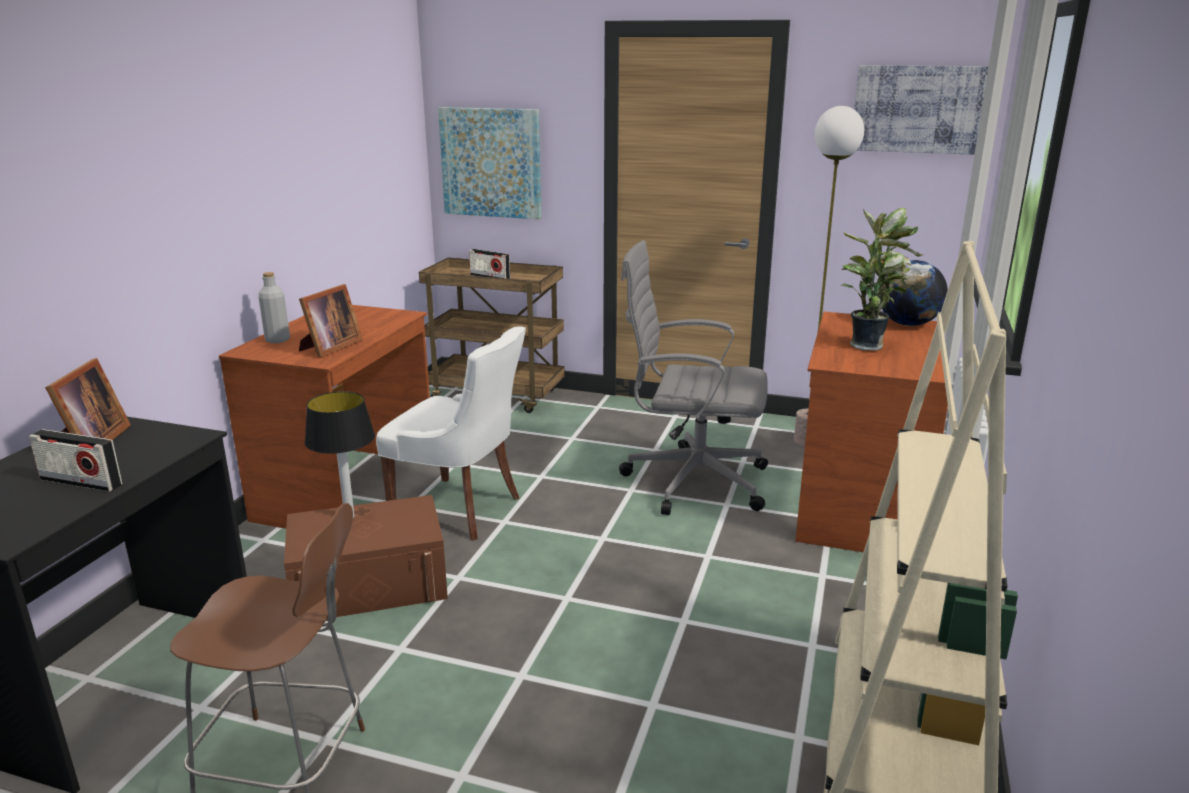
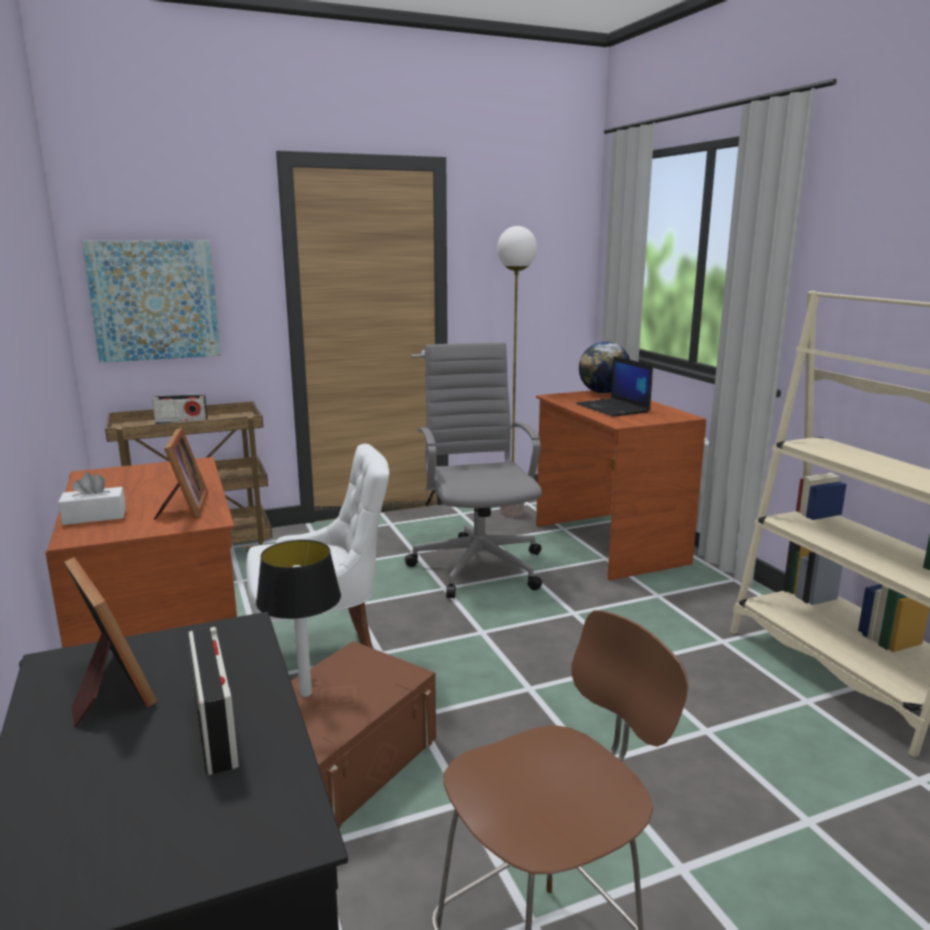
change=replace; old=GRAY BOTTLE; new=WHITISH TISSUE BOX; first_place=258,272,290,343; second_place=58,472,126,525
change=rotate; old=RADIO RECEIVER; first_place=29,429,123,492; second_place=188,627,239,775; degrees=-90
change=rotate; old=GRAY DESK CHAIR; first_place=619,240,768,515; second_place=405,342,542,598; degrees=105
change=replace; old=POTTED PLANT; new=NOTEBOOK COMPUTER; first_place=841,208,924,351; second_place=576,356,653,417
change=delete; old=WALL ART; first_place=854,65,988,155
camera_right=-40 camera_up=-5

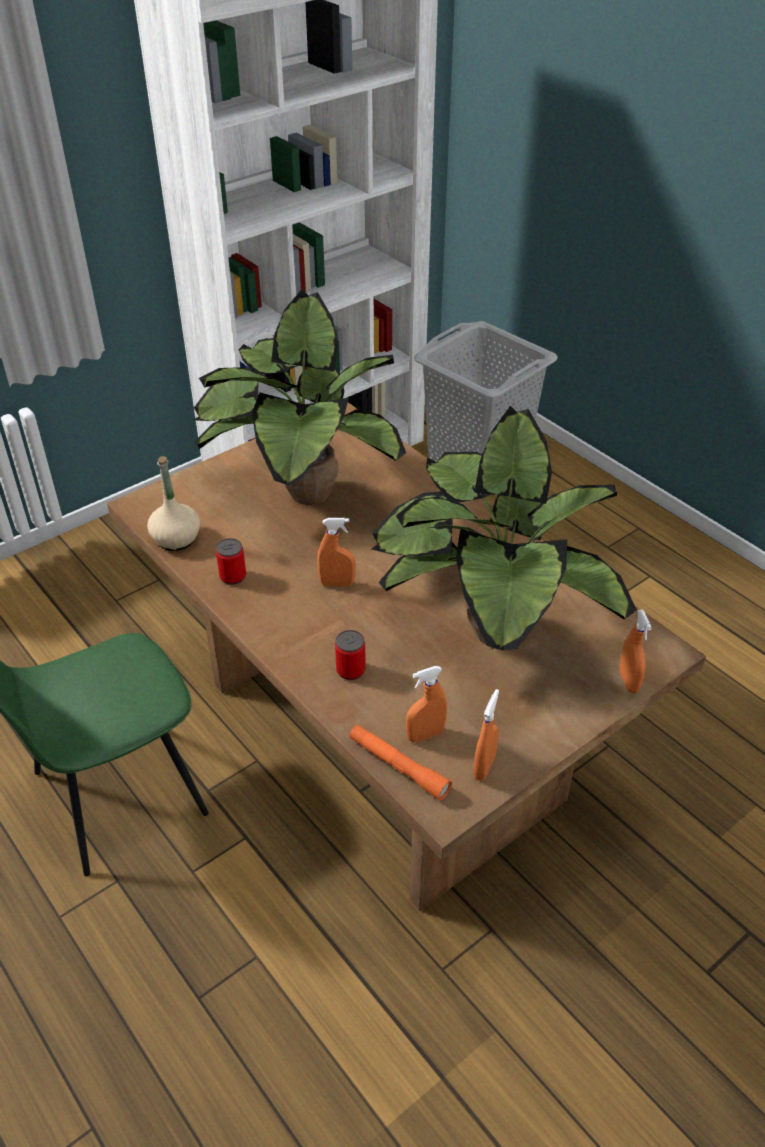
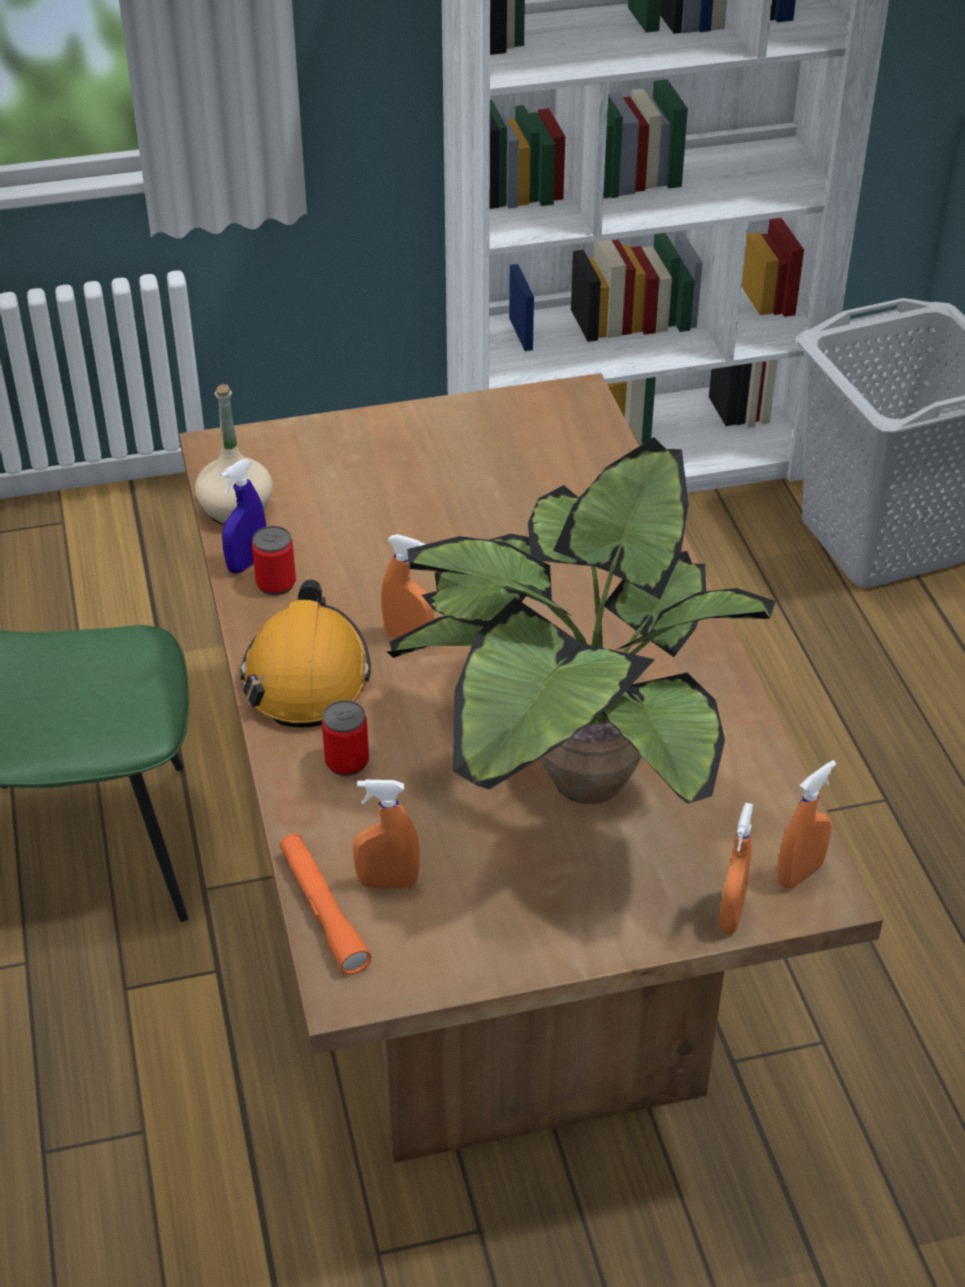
change=insert; new=BLUE SPRAY BOTTLE; second_place=220,459,266,574
change=insert; new=ORANGEY HARD HAT; second_place=240,579,371,728
change=move; old=ORANGEY SPRAY BOTTLE; first_place=473,689,499,781; second_place=777,760,836,888
change=delete; old=POTTED PLANT; first_place=193,289,406,505
camera_right=25 camera_up=0

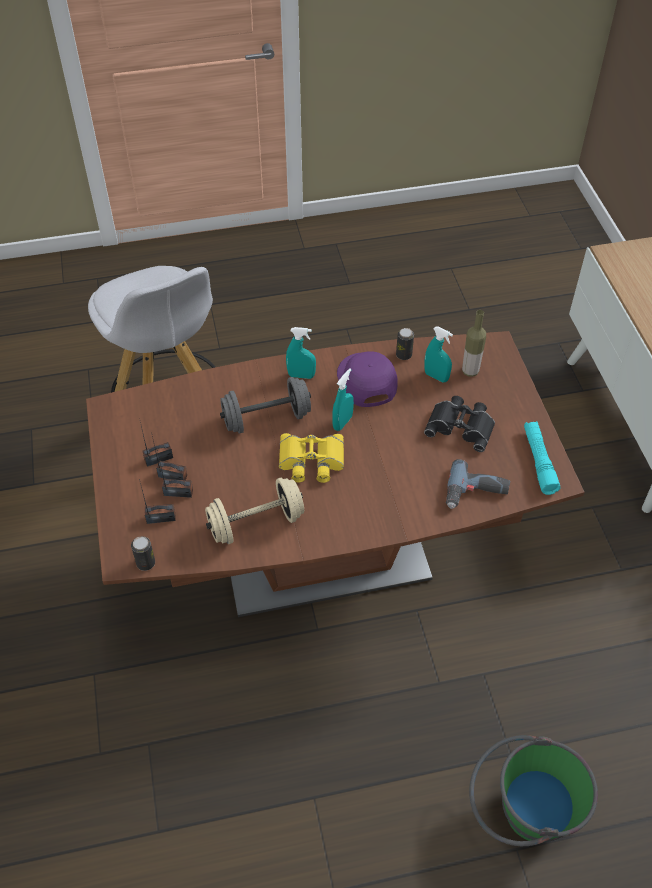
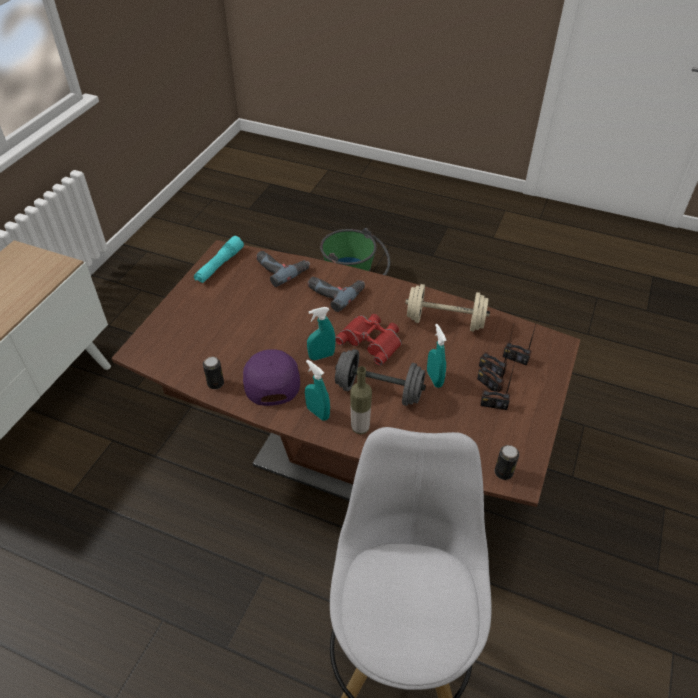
change=rotate; old=PURPLE-COLOURED BASEBALL CAP; first_place=337,351,398,407; second_place=243,349,300,406; degrees=150
change=insert; new=ELECTRIC DRILL; second_place=308,277,365,312
change=recolor; old=YELLOW-COLOURED FIELD GLASSES; new=RED-COLOURED FIELD GLASSES; first_place=279,433,344,483; second_place=335,314,402,366
change=move; old=BOTTLE; first_place=462,310,486,377; second_place=350,366,372,434
change=move; old=TURQUOISE SPRAY BOTTLE; first_place=425,327,453,382; second_place=427,324,447,388
change=move; old=METAL CAN; first_place=131,536,155,571; second_place=495,445,519,480
change=delete; old=BLACK FIELD GLASSES; first_place=424,396,495,452
camera_right=-145 camera_up=-5

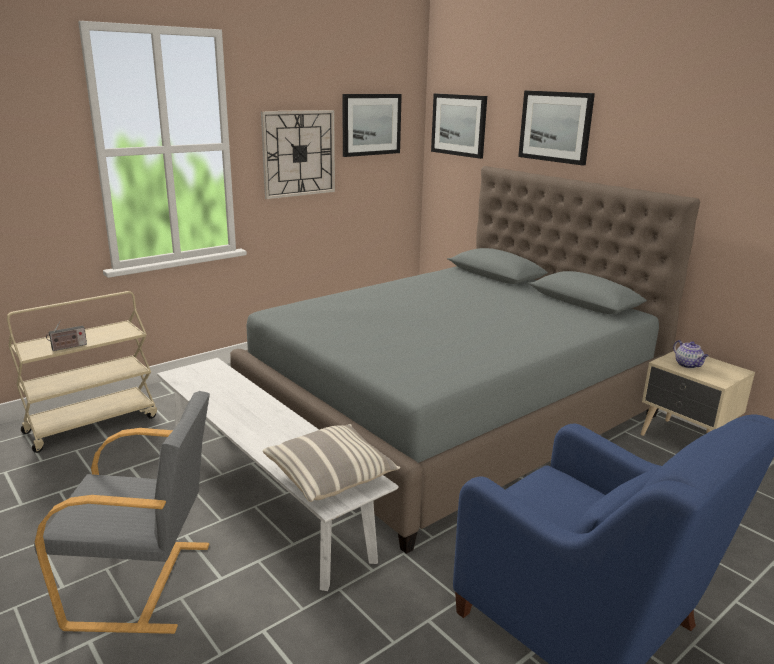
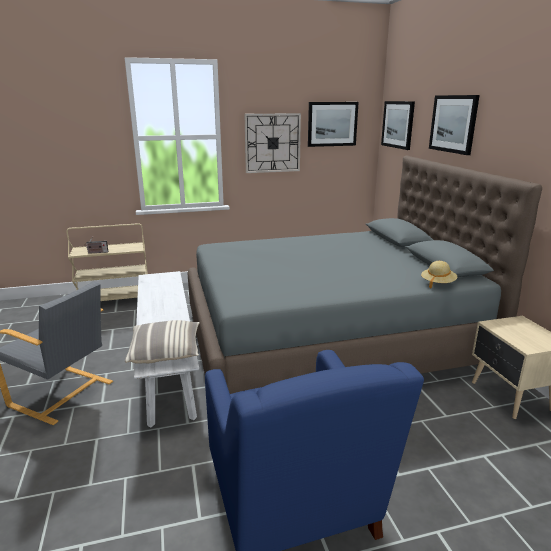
change=insert; new=BEIGE-COLOURED CLOTHING HAT; second_place=421,261,457,289
change=delete; old=TEA POT; first_place=673,340,709,369
camera_right=25 camera_up=0

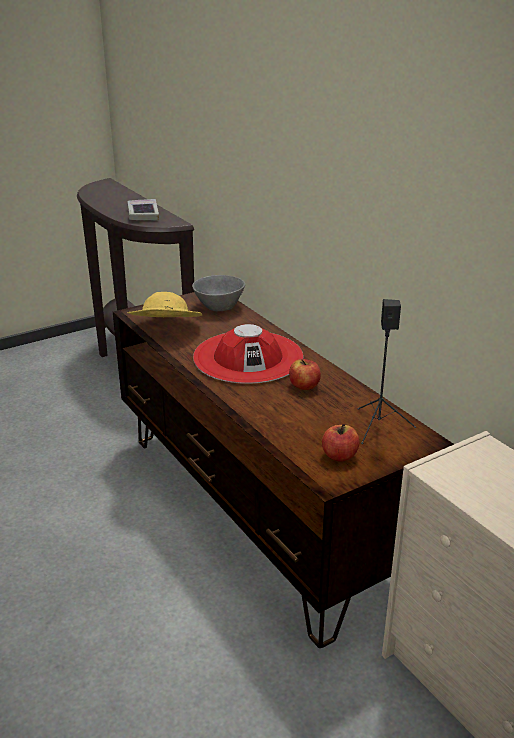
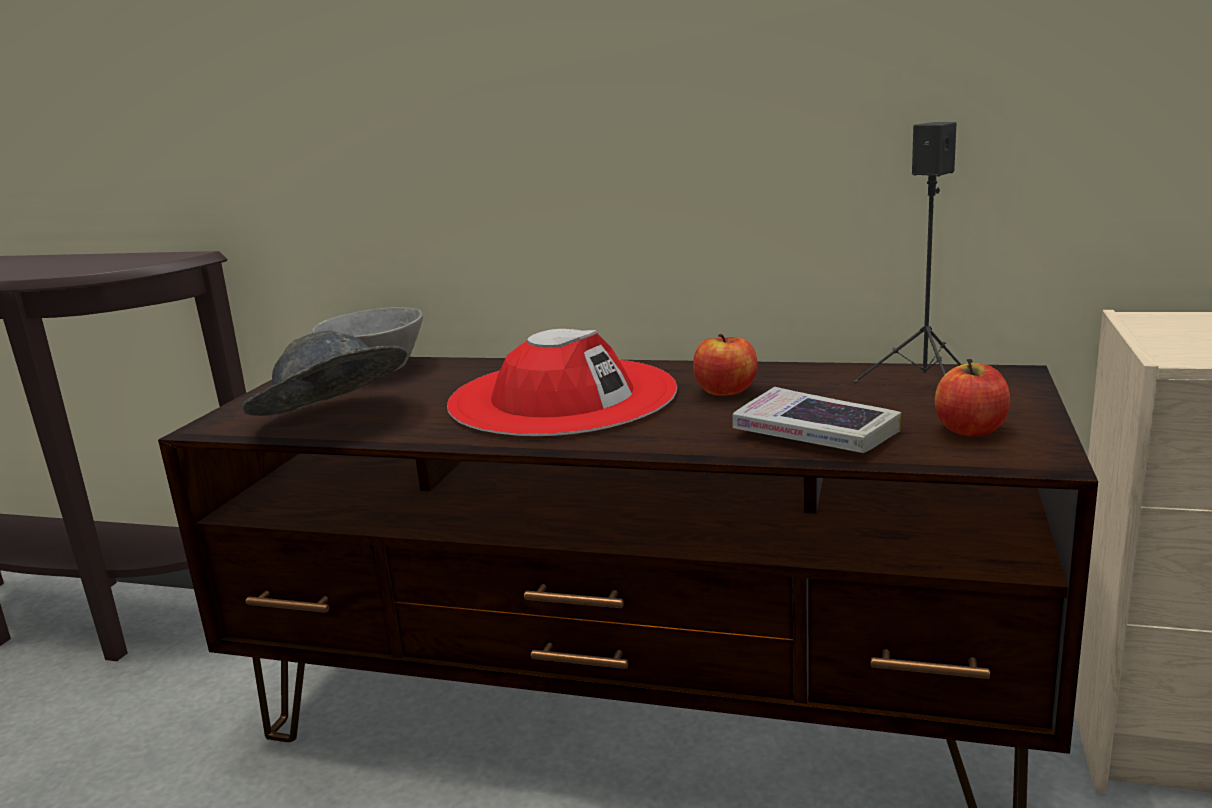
change=recolor; old=YELLOW-COLOURED CLOTHING HAT; new=GRAY CLOTHING HAT; first_place=128,292,202,317; second_place=242,331,407,416
change=move; old=VOLUME; first_place=127,199,159,221; second_place=732,387,901,453
camera_right=-40 camera_up=-10

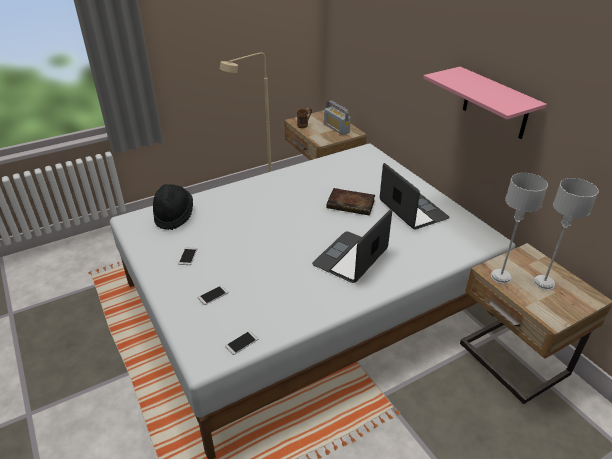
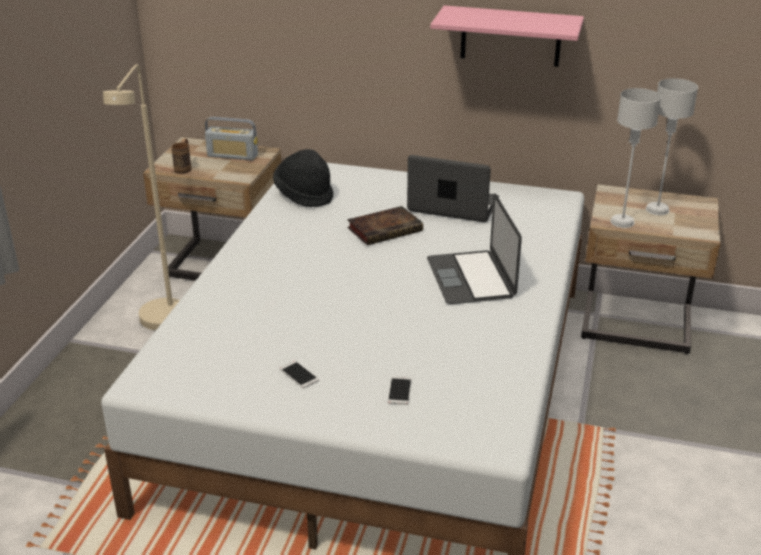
change=move; old=BLACK CLOTHING HAT; first_place=153,184,193,230; second_place=273,149,333,207
change=delete; old=TELEPHONE; first_place=225,331,258,355
camera_right=-45 camera_up=-5

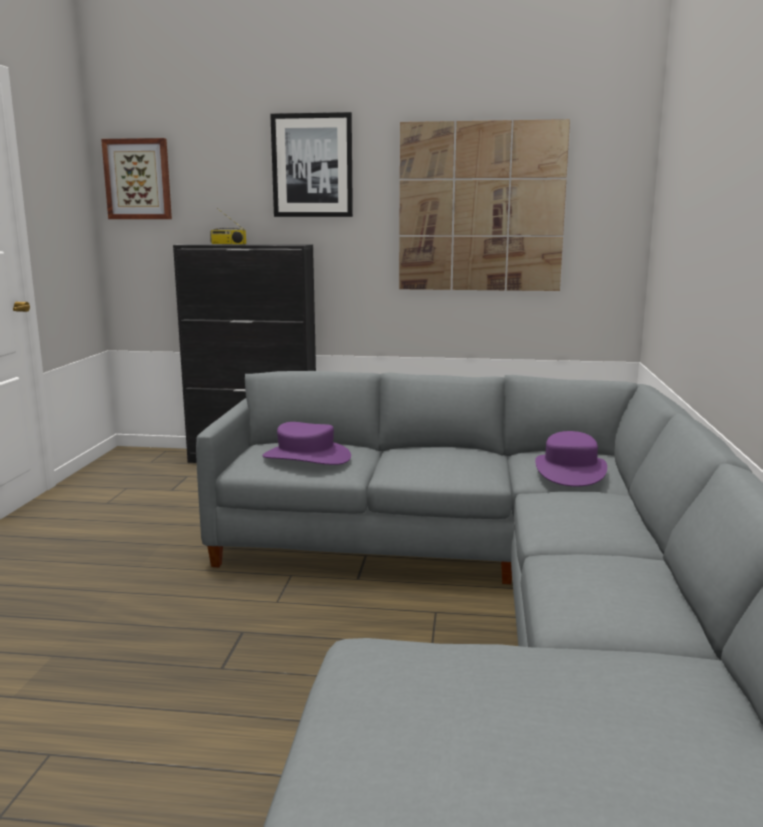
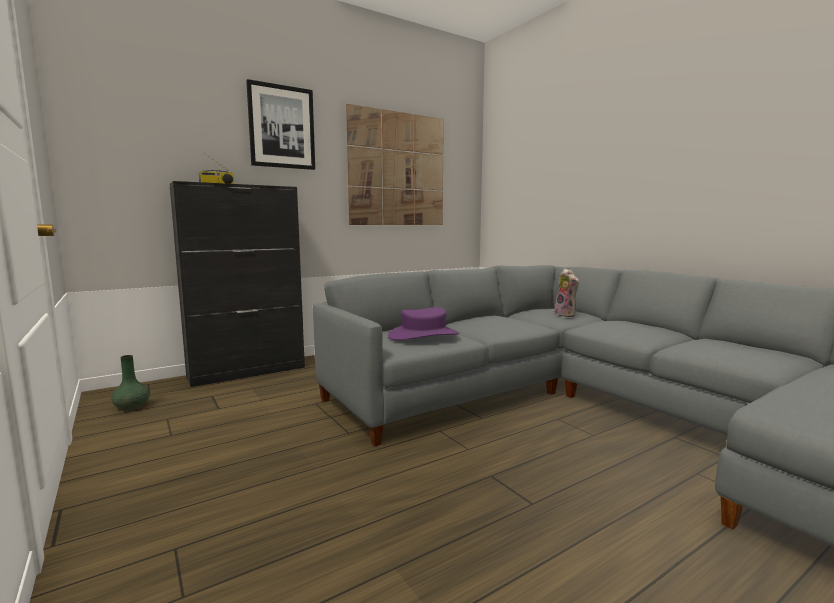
change=insert; new=GREEN DECORATIVE VASE; second_place=111,355,150,411
change=replace; old=PURPLE-COLOURED CLOTHING HAT; new=SOFT TOY; first_place=535,431,607,486; second_place=554,269,579,317
change=delete; old=WALL ART; first_place=101,138,172,219
camera_right=-40 camera_up=-5

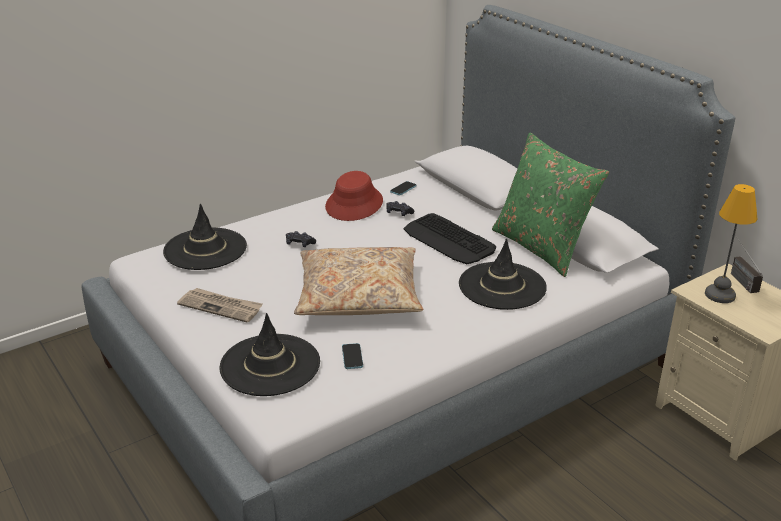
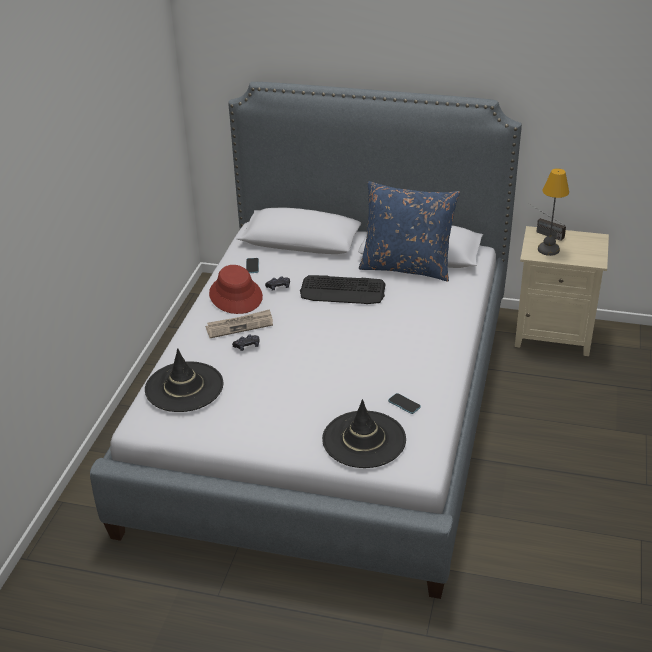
change=move; old=NEWSPAPER; first_place=177,288,263,323; second_place=206,309,273,338
change=recolor; old=GREEN CUSHION; new=BLUE CUSHION; first_place=492,132,609,277; second_place=359,181,460,282
change=delete; old=BEIGE-COLOURED CUSHION; first_place=294,247,423,315
change=delete; old=BLACK CLOTHING HAT; first_place=459,239,547,310
camera_right=-40 camera_up=5

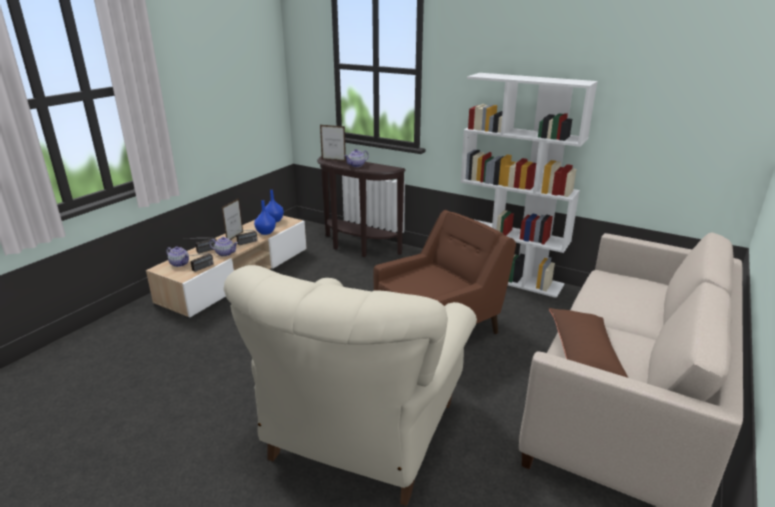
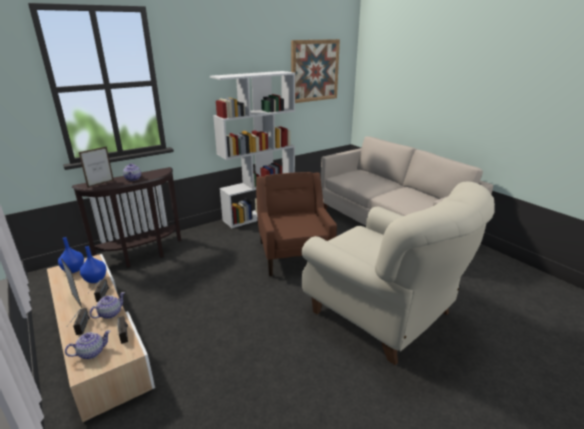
change=insert; new=WALL ART; second_place=291,39,340,103
change=delete; old=BROWN-COLOURED CUSHION; first_place=549,308,628,378
camera_right=-65 camera_up=0

